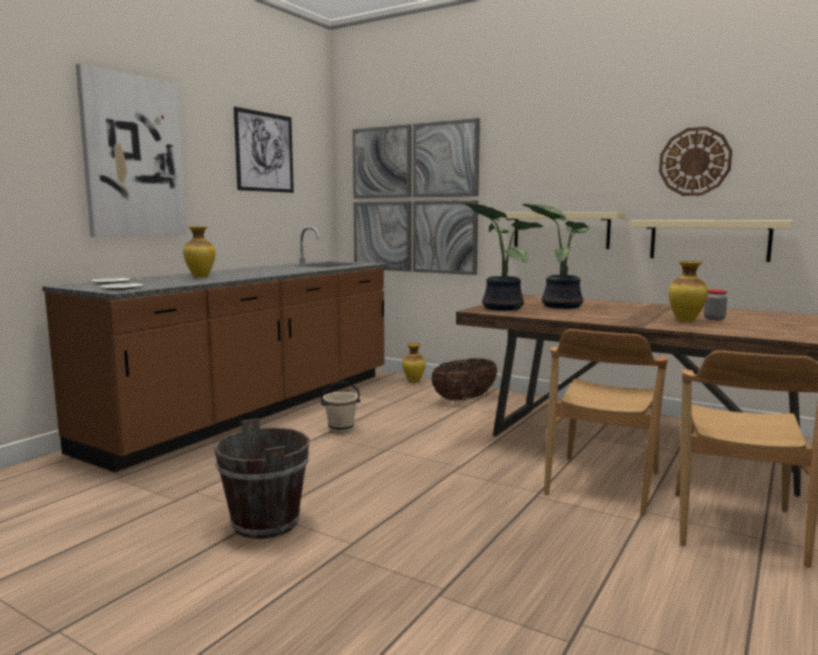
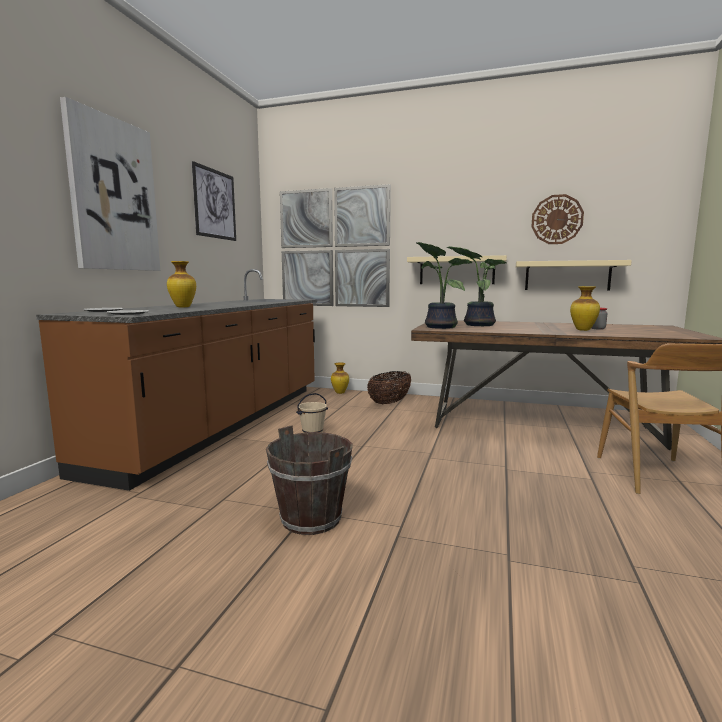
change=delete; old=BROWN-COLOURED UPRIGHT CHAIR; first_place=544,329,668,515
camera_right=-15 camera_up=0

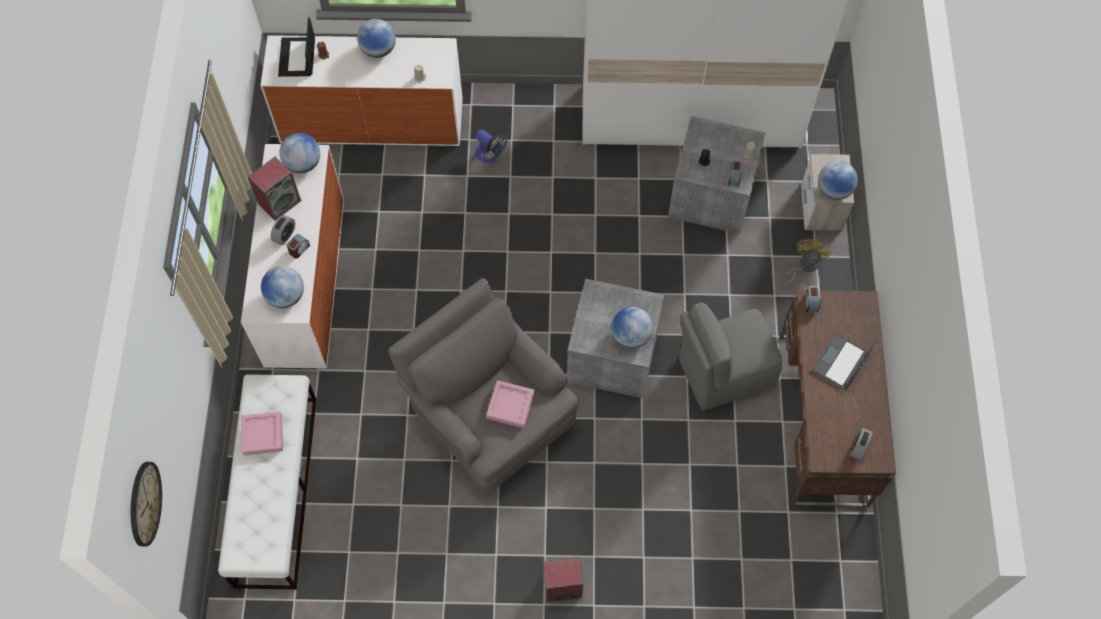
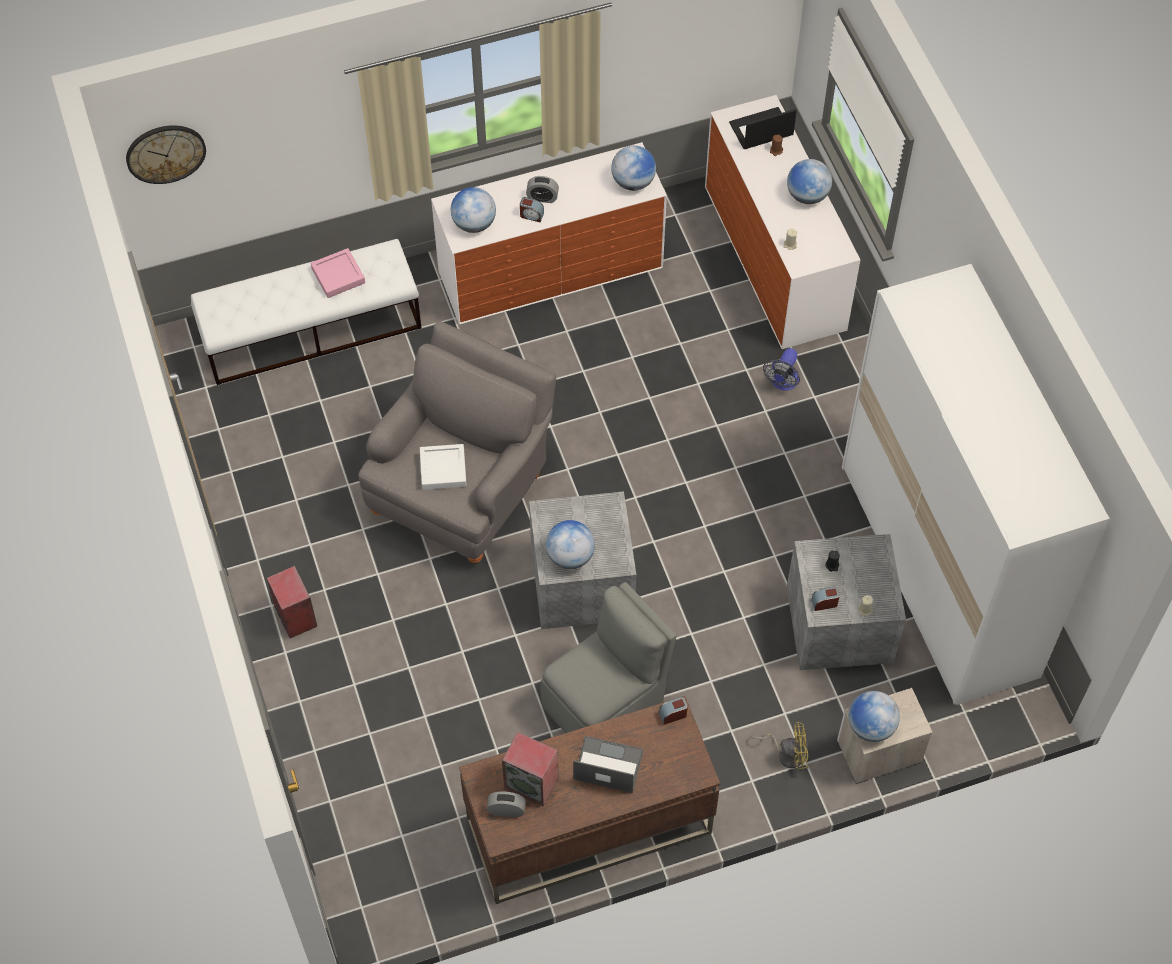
change=recolor; old=PINK TRAY; new=WHITISH TRAY; first_place=486,380,535,428; second_place=420,444,467,490
change=move; old=AUDIO SPEAKER; first_place=248,157,301,221; second_place=502,732,558,806
change=rotate; old=GRAY UPRIGHT CHAIR; first_place=679,302,783,411; second_place=541,582,677,733; degrees=90
camera_right=70 camera_up=-5

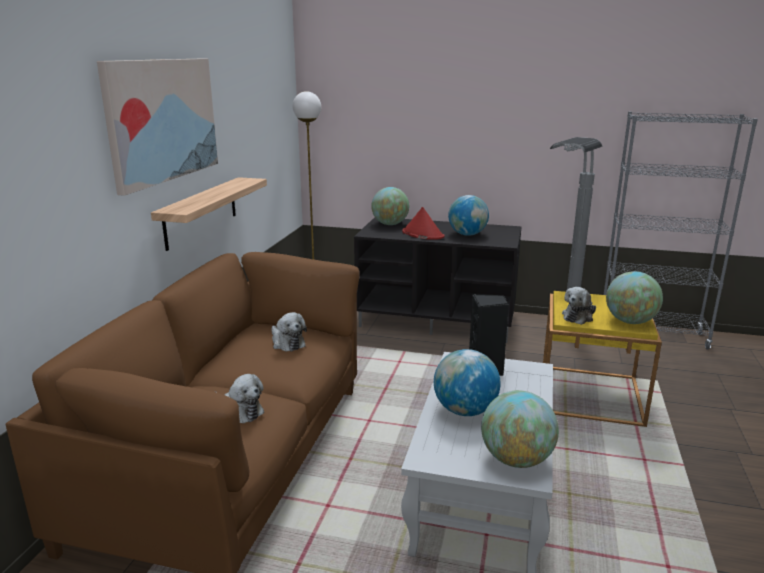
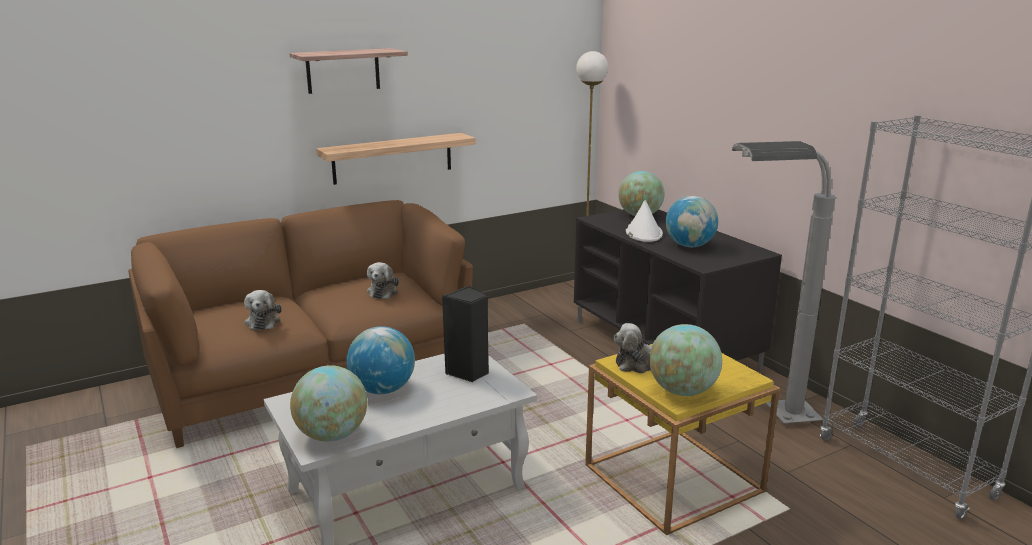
change=replace; old=WALL ART; new=WALL SHELF; first_place=97,58,218,196; second_place=289,48,408,94
change=recolor; old=RED-COLOURED CLOTHING HAT; new=WHITISH CLOTHING HAT; first_place=402,207,445,240; second_place=626,200,663,242
camera_right=45 camera_up=0

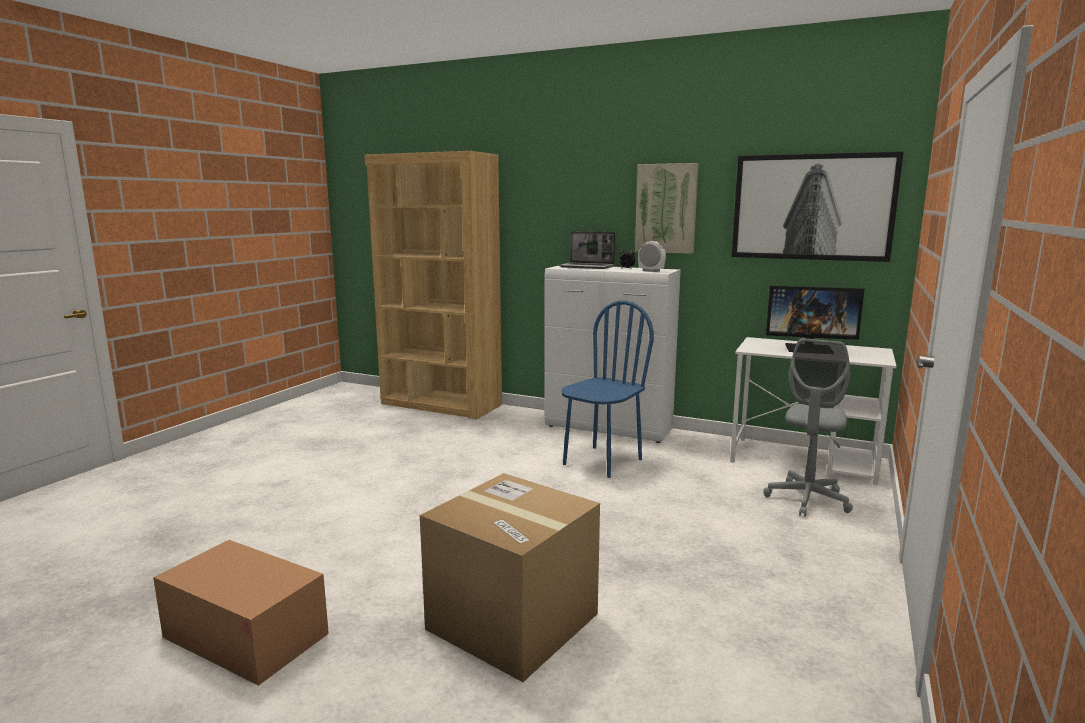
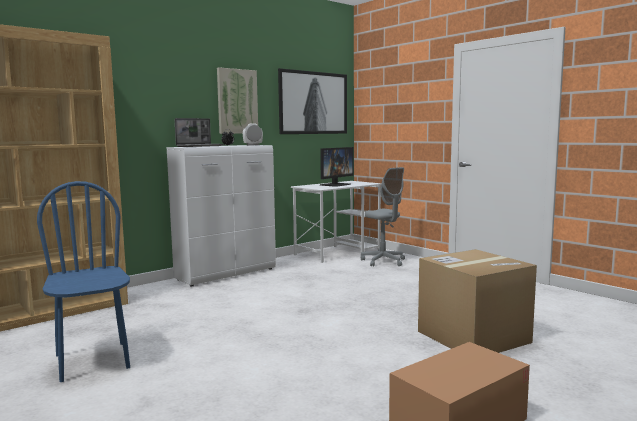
change=move; old=BLUE UPRIGHT CHAIR; first_place=561,300,654,478; second_place=37,181,130,382
camera_right=-65 camera_up=-5

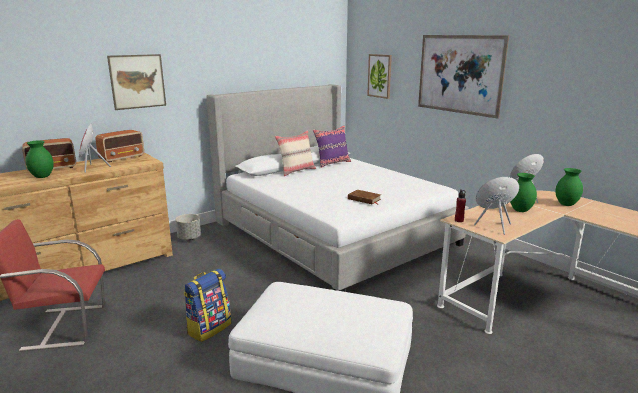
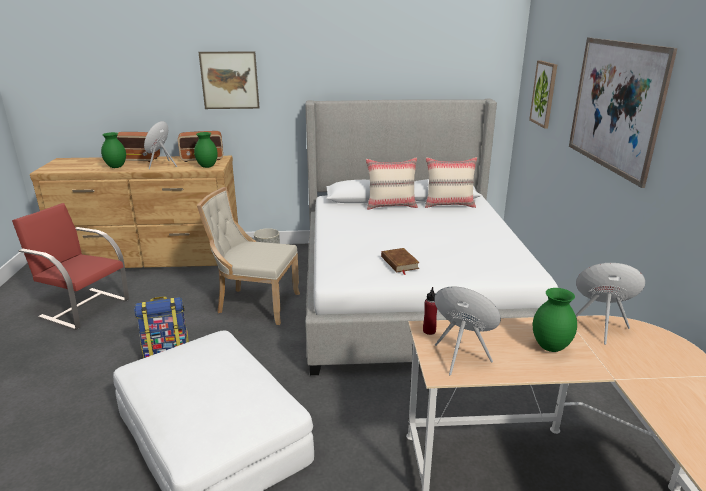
change=move; old=GREEN DECORATIVE VASE; first_place=555,168,583,206; second_place=194,132,218,168
change=insert; new=BEIGE-COLOURED UPRIGHT CHAIR; second_place=197,187,300,325
change=recolor; old=PURPLE-COLOURED CUSHION; new=BEIGE-COLOURED CUSHION; first_place=313,125,351,168; second_place=425,157,477,208
camera_right=35 camera_up=5

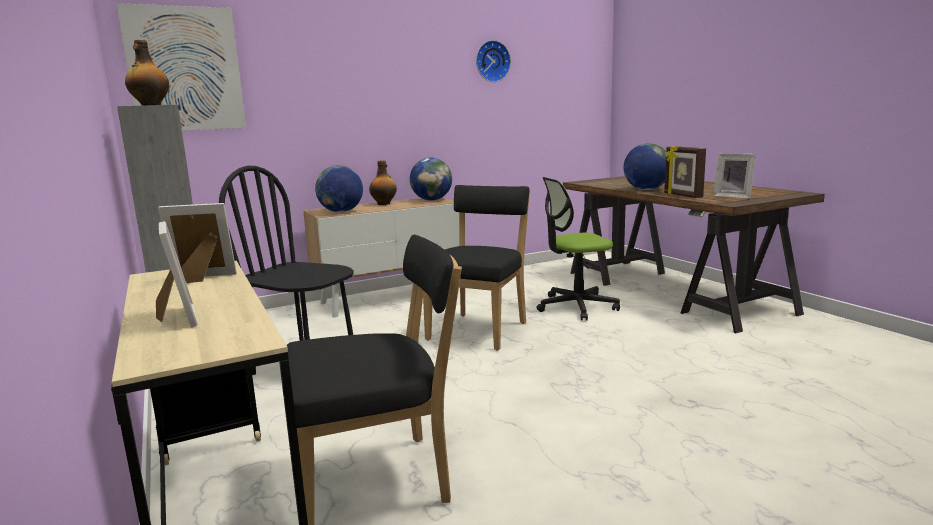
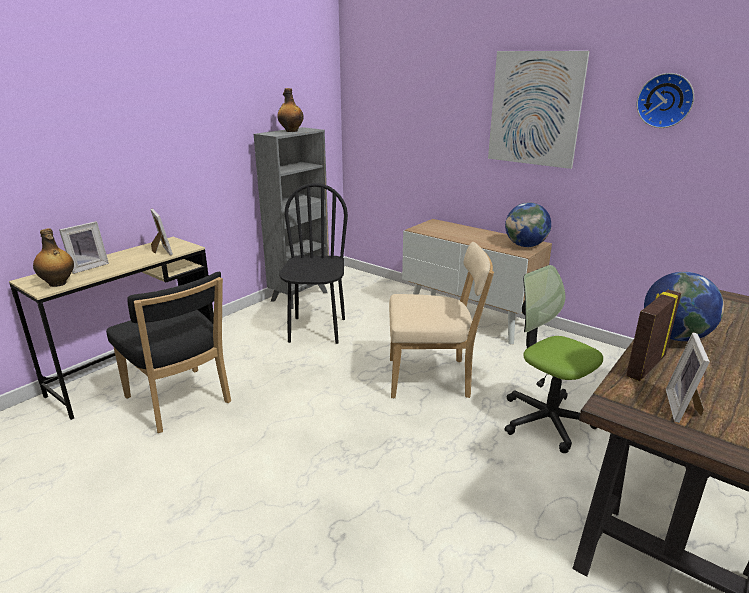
change=move; old=BOTTLE; first_place=369,160,397,205; second_place=33,229,74,287
change=recolor; old=BLACK UPRIGHT CHAIR; new=BEIGE-COLOURED UPRIGHT CHAIR; first_place=423,185,530,351; second_place=389,242,494,398
change=move; old=WALL ART; first_place=116,3,246,131; second_place=488,51,590,169
change=delete; old=WORLD GLOBE; first_place=315,165,363,212
camera_right=65 camera_up=10

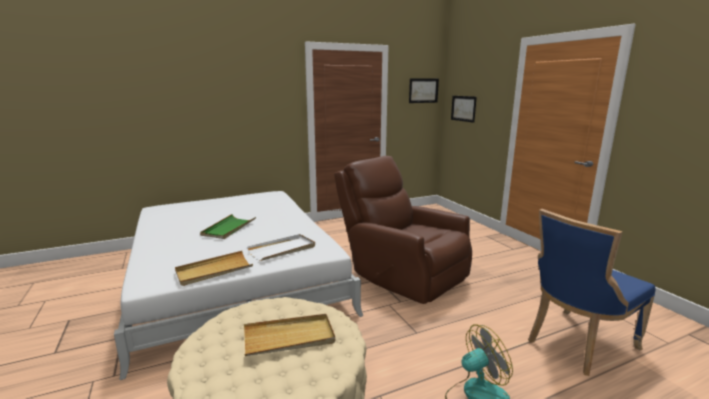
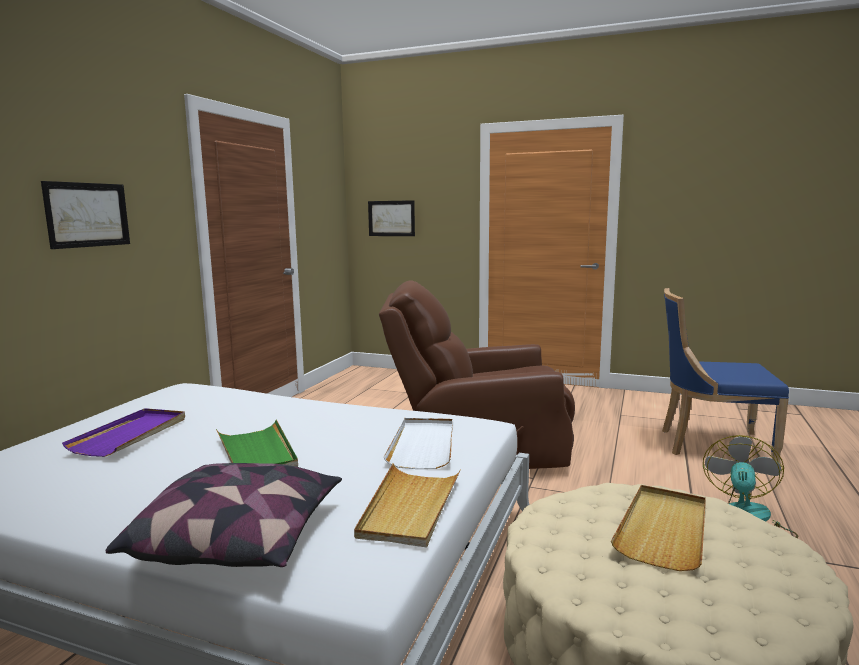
change=move; old=WALL ART; first_place=409,78,439,103; second_place=41,181,130,249
change=insert; new=PURPLE-COLOURED TRAY; second_place=62,408,185,457
change=insert; new=CUSHION; second_place=106,463,342,567
change=rotate; old=BLUE UPRIGHT CHAIR; first_place=528,209,656,376; second_place=662,288,789,465; degrees=90
camera_right=-45 camera_up=-5

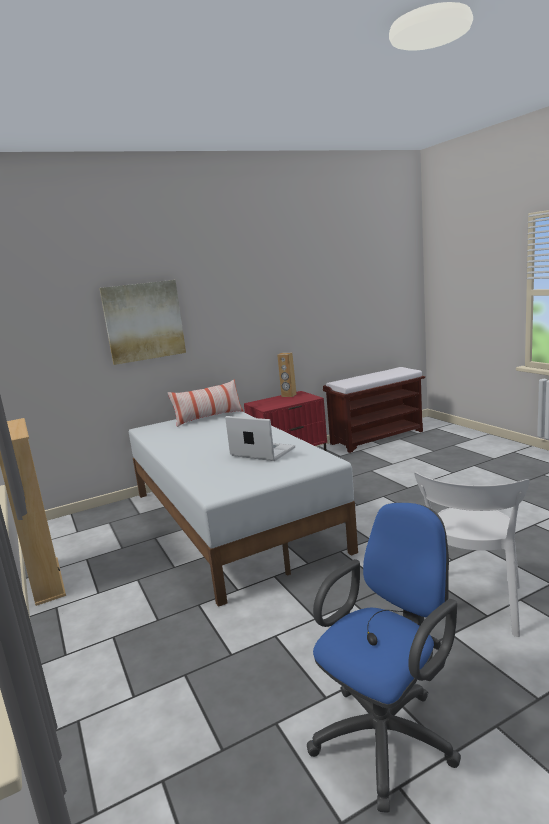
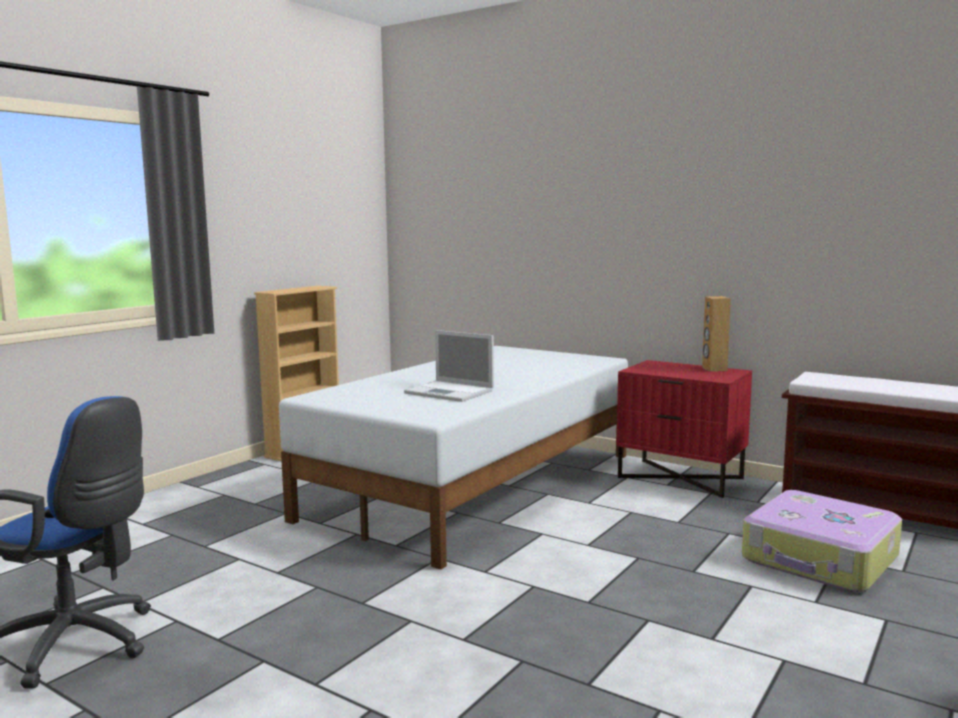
change=rotate; old=NOTEBOOK COMPUTER; first_place=225,416,295,461; second_place=404,330,494,402; degrees=120
change=insert; new=SUITCASE; second_place=742,490,902,592
change=delete; old=WALL ART; first_place=99,280,186,365
change=delete; old=CUSHION; first_place=168,379,243,427
change=delete; old=WHITISH UPRIGHT CHAIR; first_place=414,472,530,637
camera_right=60 camera_up=-5

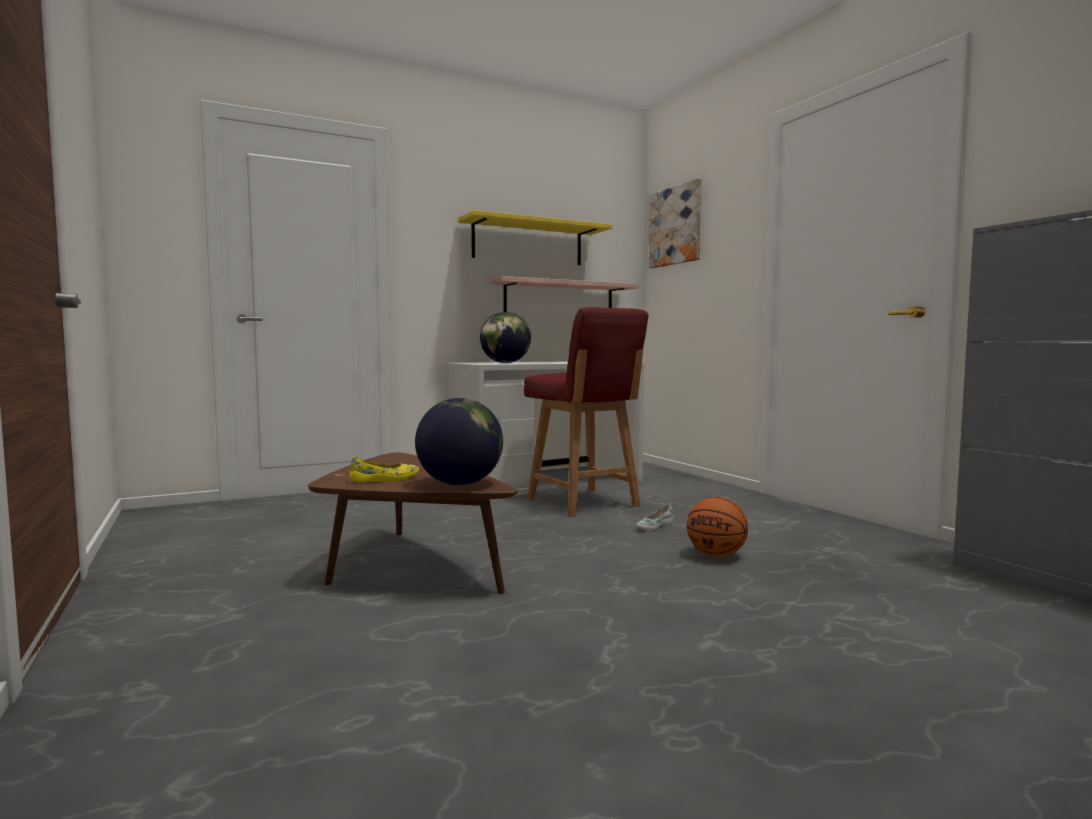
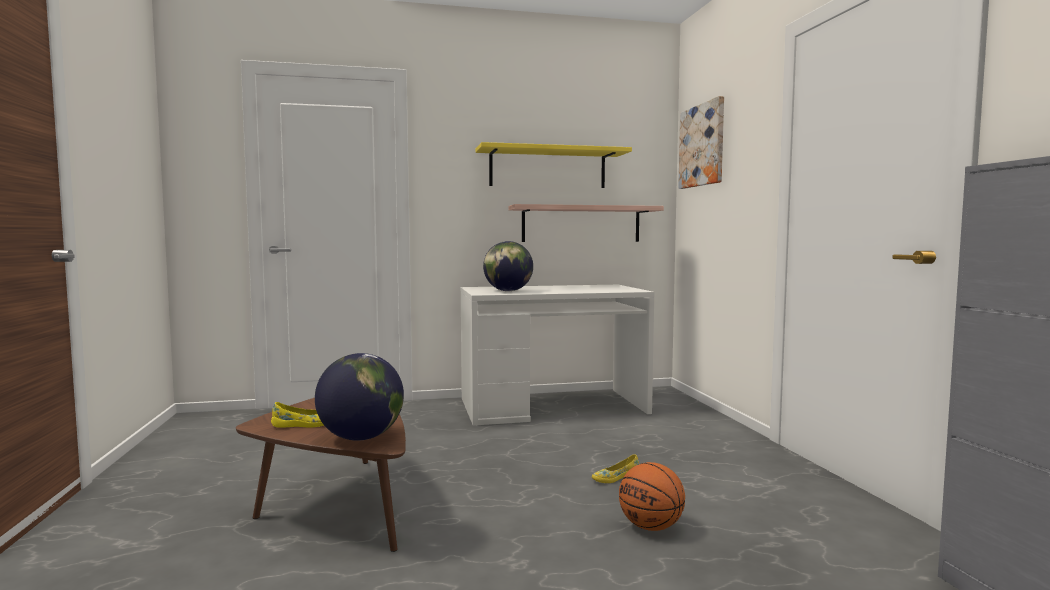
change=recolor; old=WHITISH ITEM OF FOOTWEAR; new=YELLOW-COLOURED ITEM OF FOOTWEAR; first_place=636,504,674,530; second_place=592,454,639,483
change=delete; old=RED-COLOURED UPRIGHT CHAIR; first_place=524,307,649,517
camera_right=15 camera_up=0

